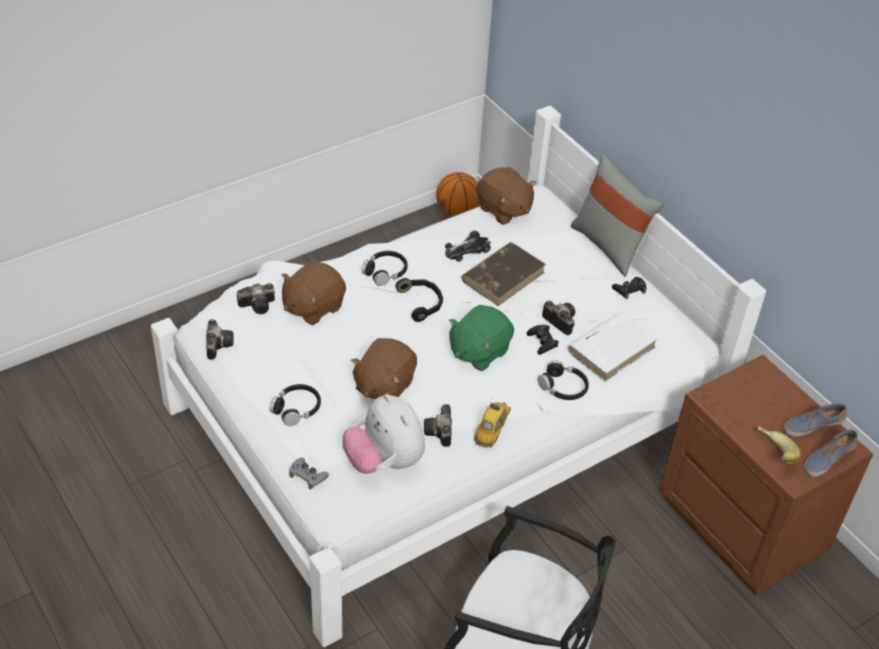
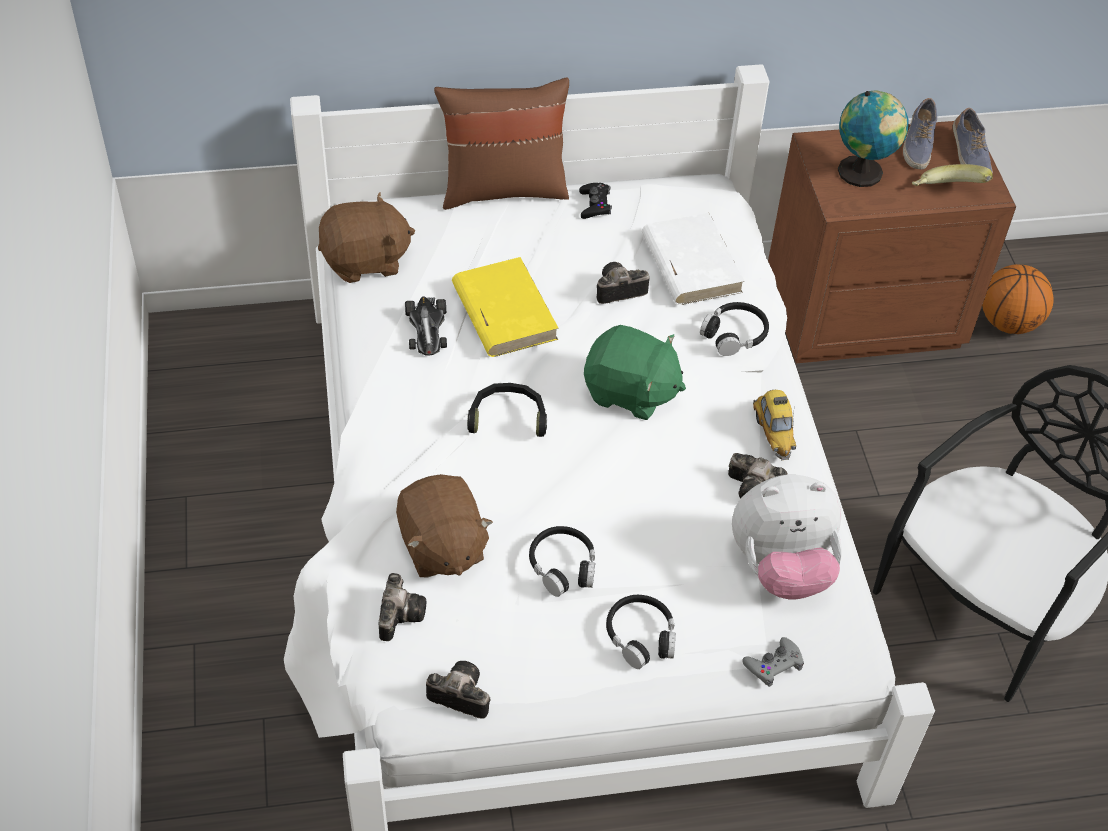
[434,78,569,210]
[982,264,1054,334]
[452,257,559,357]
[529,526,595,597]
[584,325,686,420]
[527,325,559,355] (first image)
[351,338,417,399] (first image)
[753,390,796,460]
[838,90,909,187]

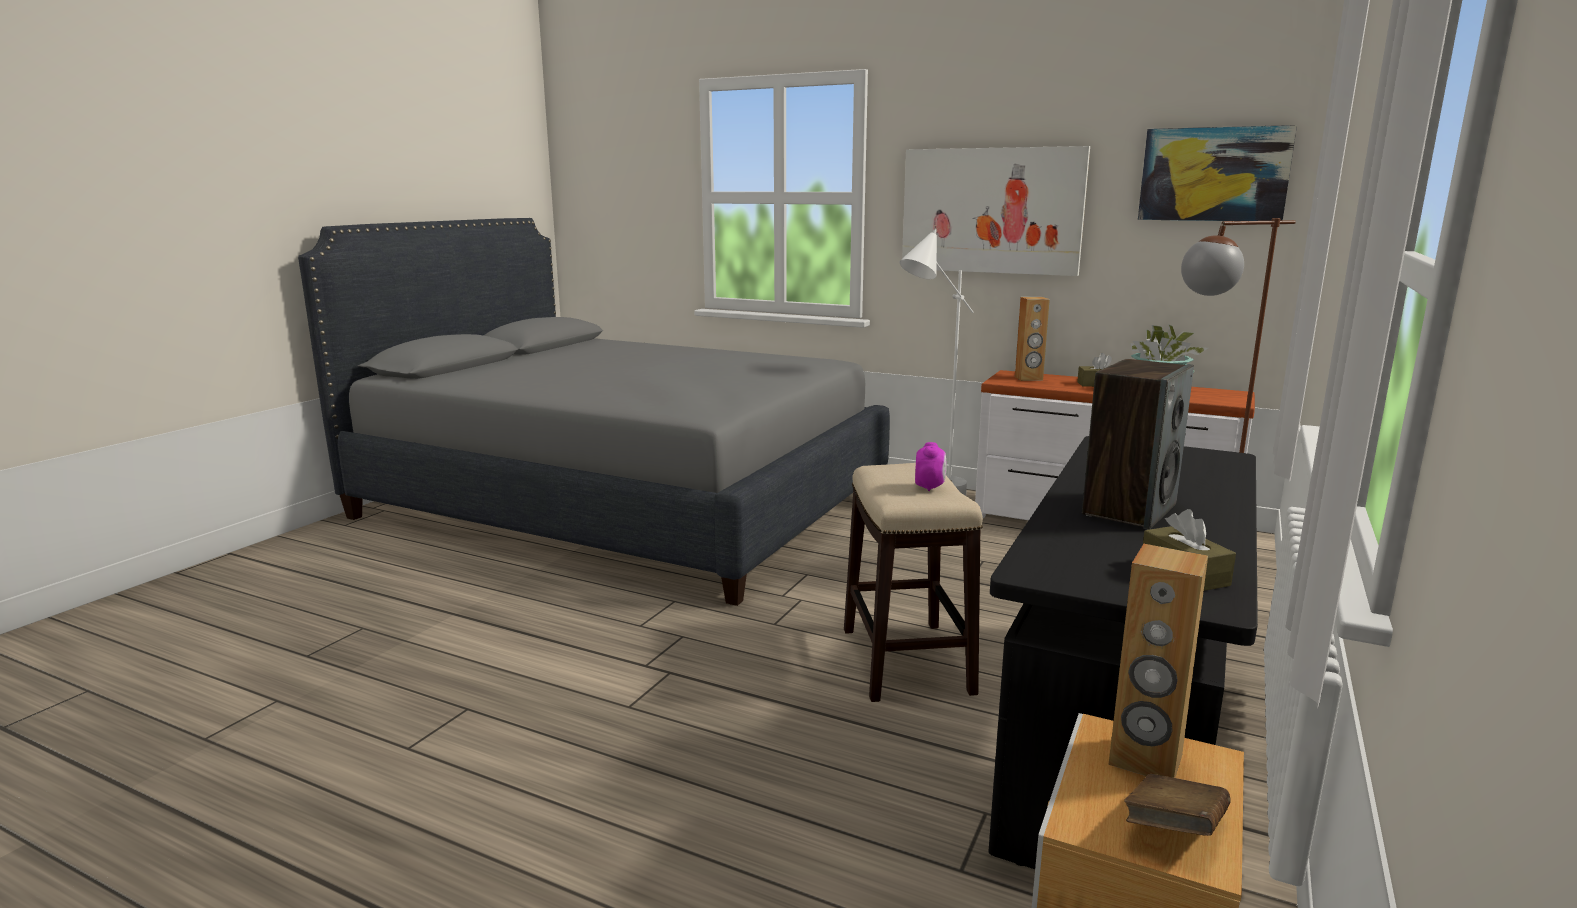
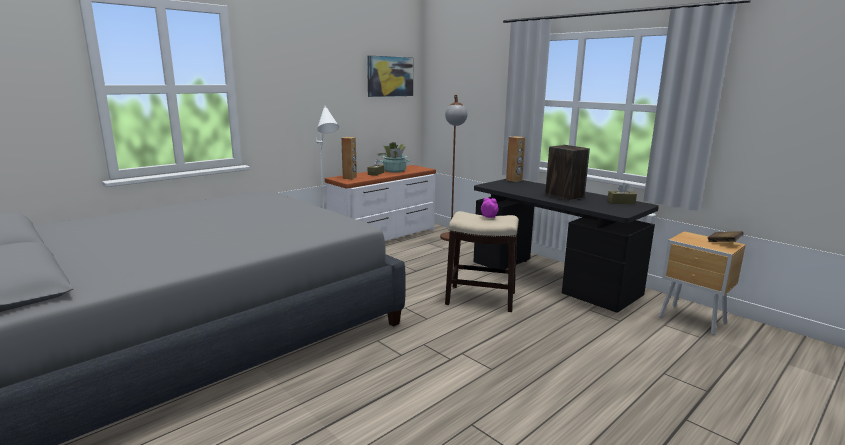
[902,146,1090,276] (first image)
[506,136,525,182]

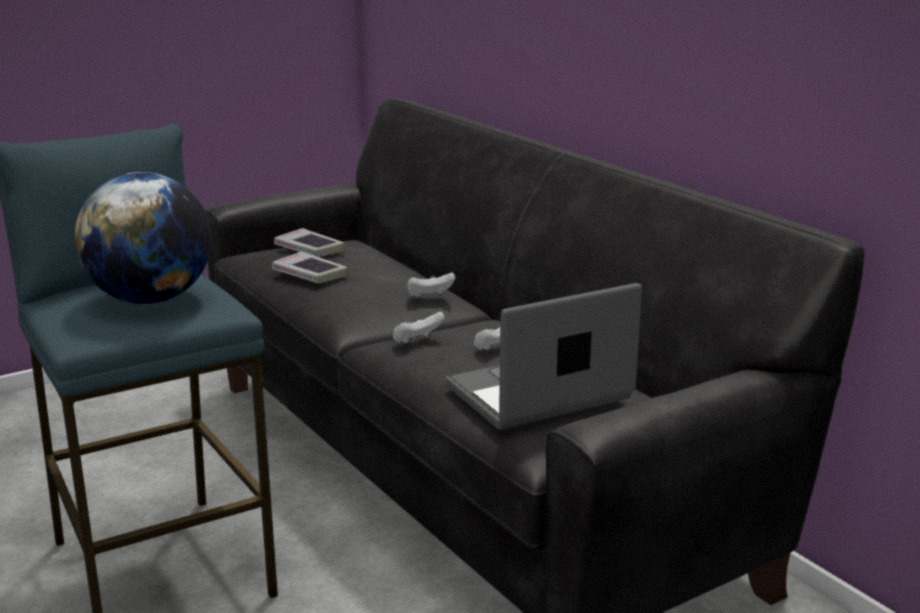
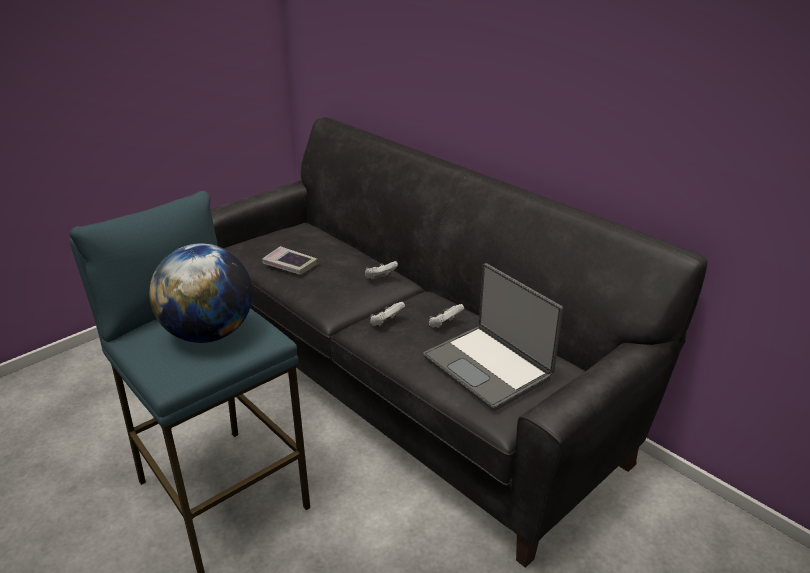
[274,228,345,257] (first image)
[423,263,563,411]

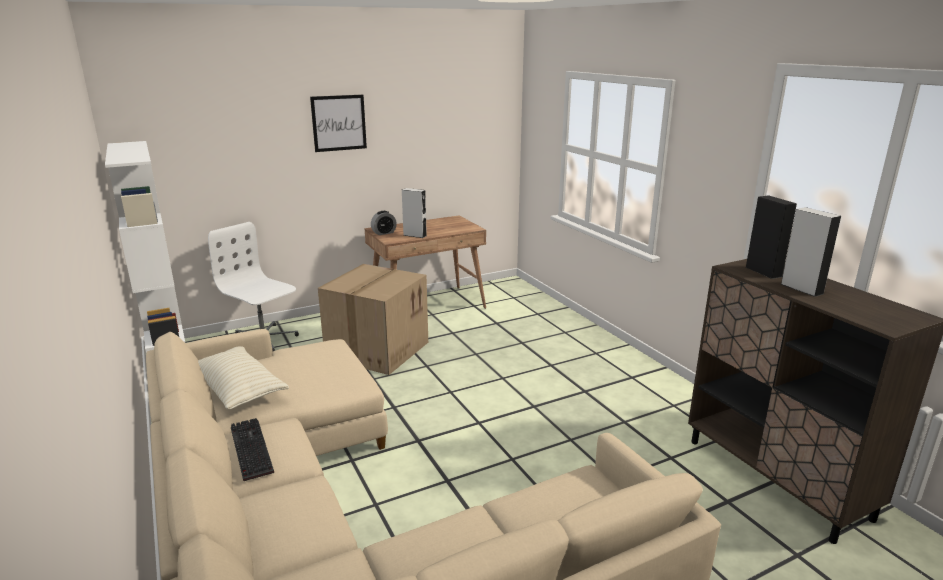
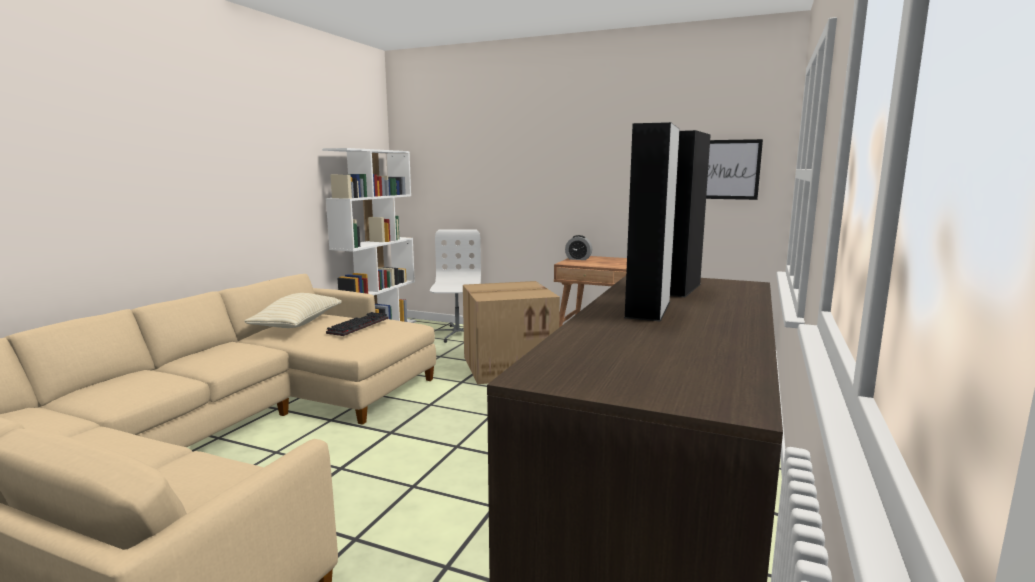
[706,139,763,200]
[402,188,427,238] (first image)
[326,312,388,336]

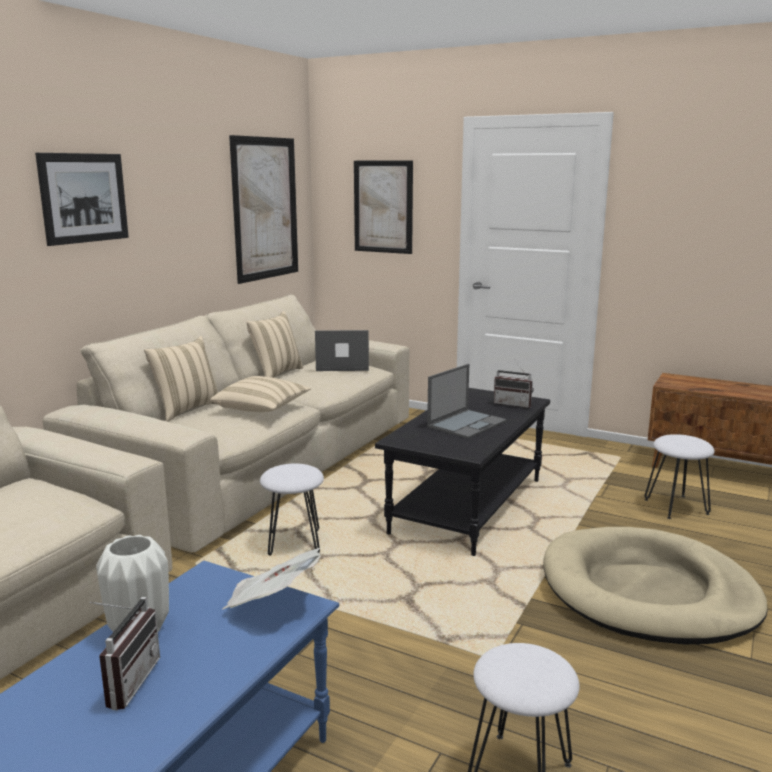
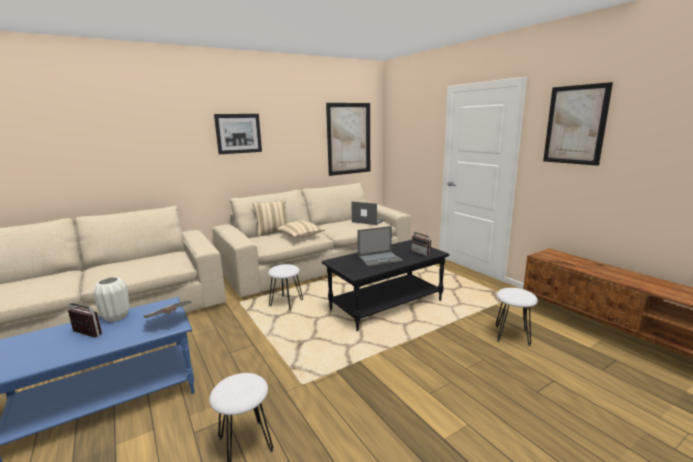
[543,82,613,166]
[246,311,303,378] (first image)
[543,527,768,645] (first image)
[67,302,102,338]

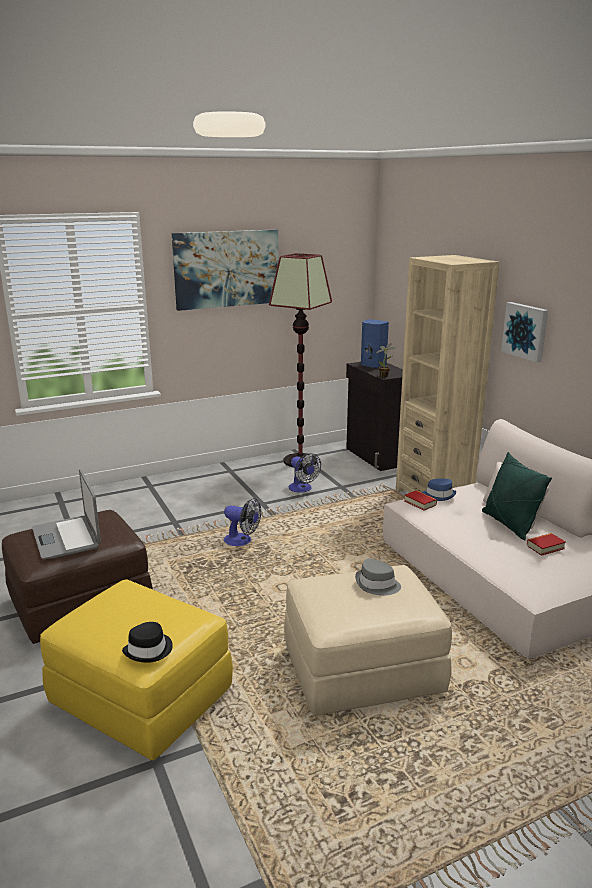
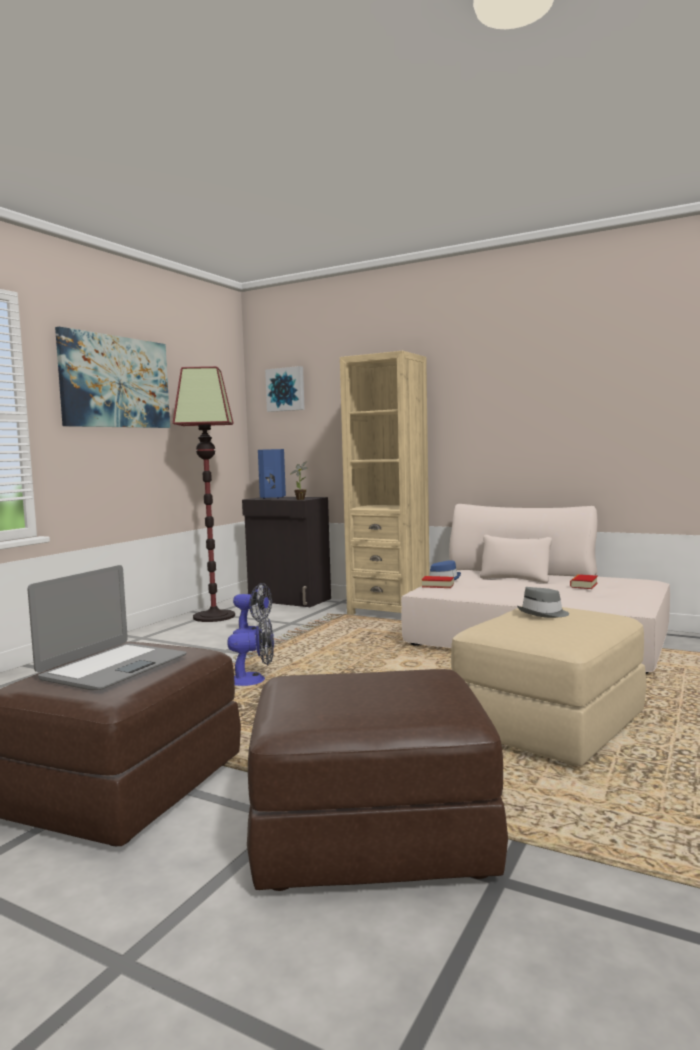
[265,366,305,412]
[482,452,552,540] (first image)
[28,565,187,690]
[247,669,508,891]
[122,622,173,663] (first image)

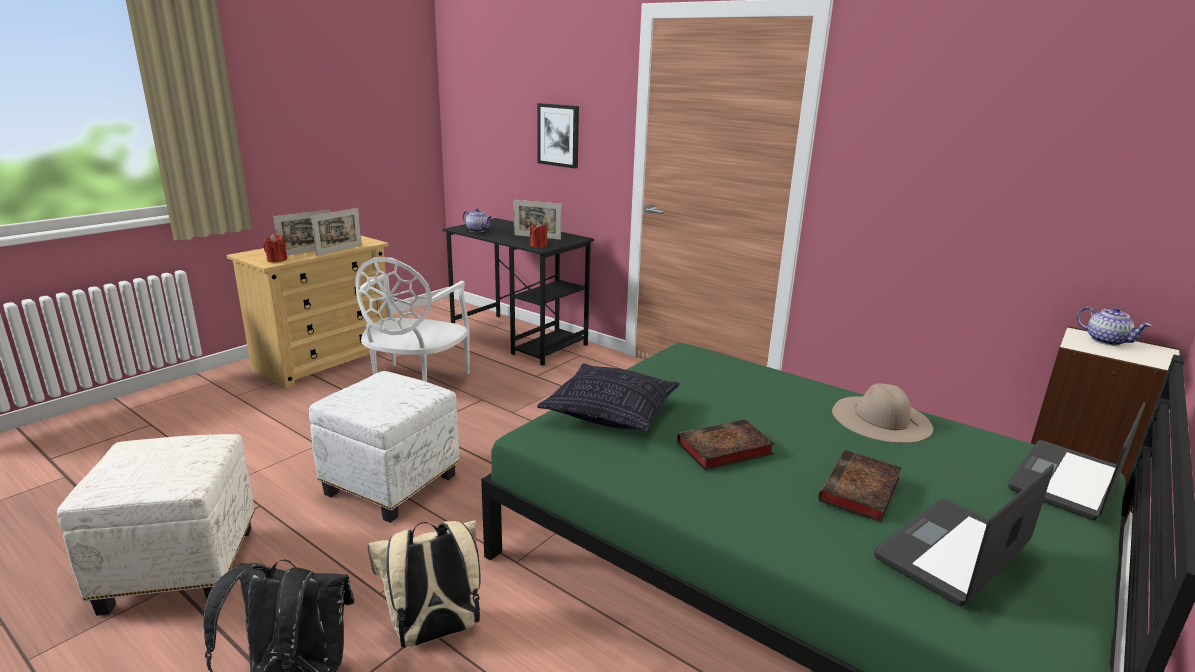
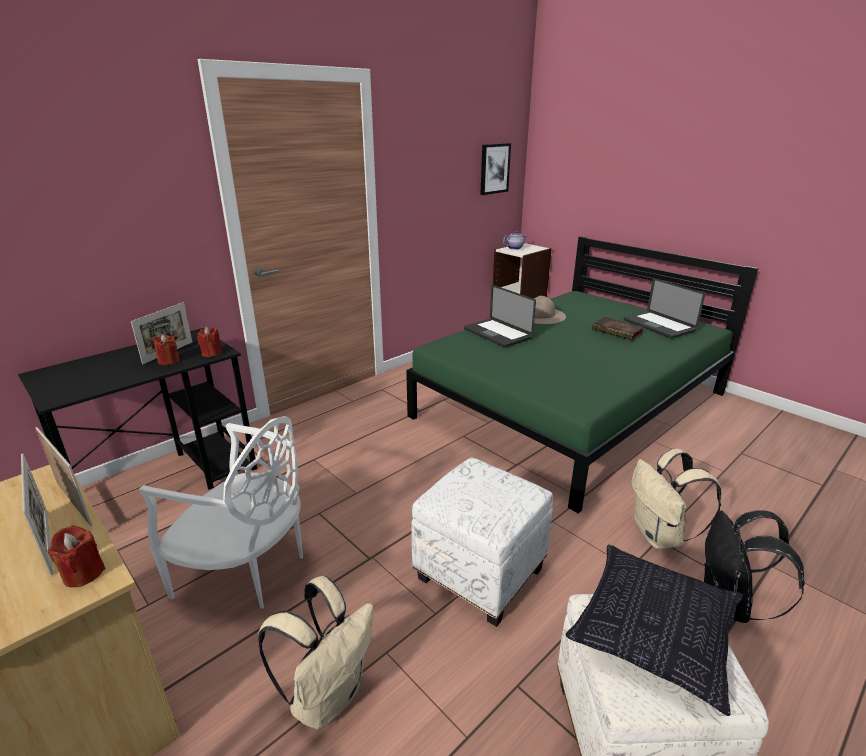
[480,143,511,195]
[463,208,492,232] (first image)
[566,545,743,716]
[464,285,536,347]
[677,419,775,470] (first image)
[153,334,180,365]
[258,576,374,730]

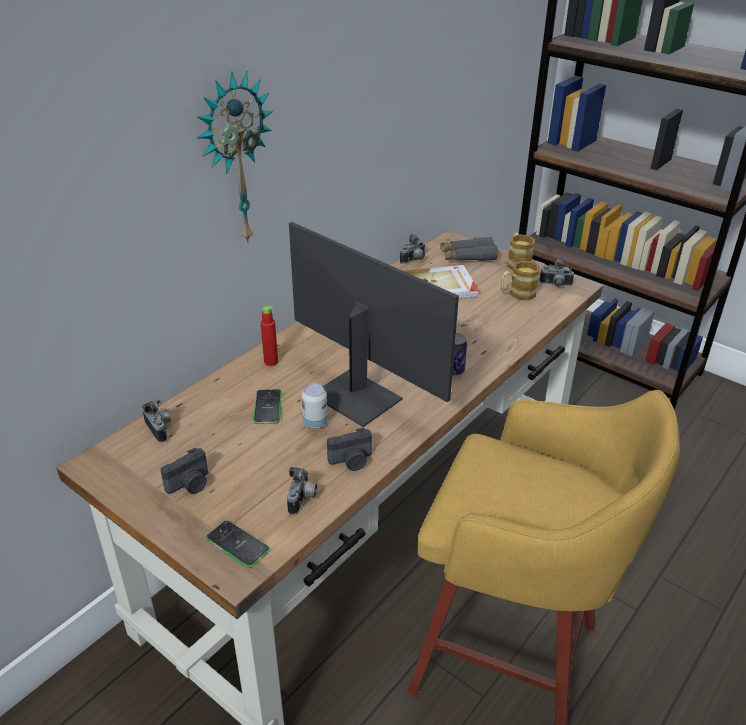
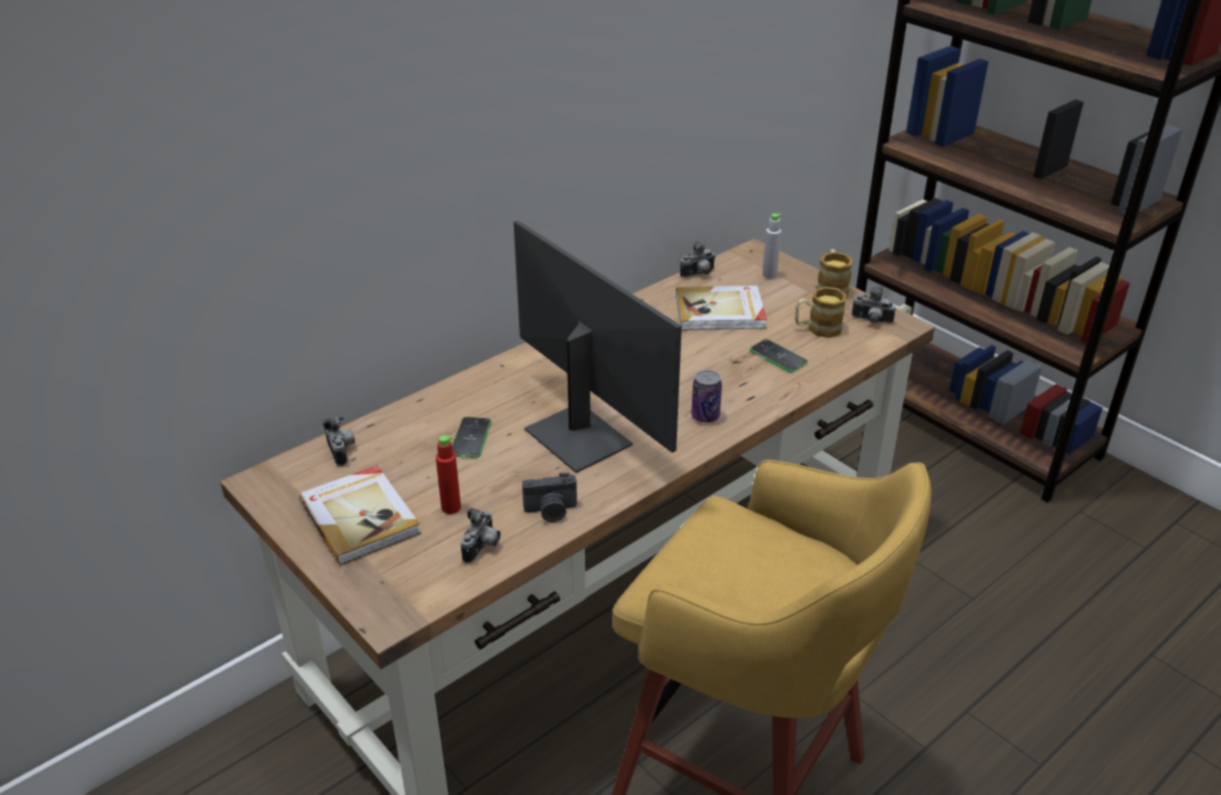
[197,71,273,244] (first image)
[762,213,782,279]
[436,435,461,514]
[302,383,328,428] (first image)
[299,465,421,565]
[750,339,808,373]

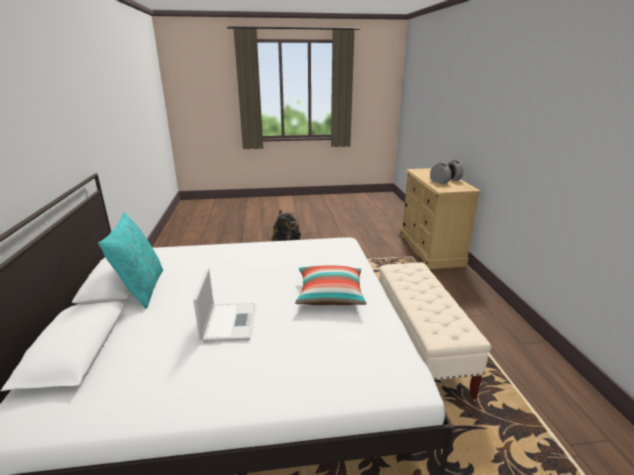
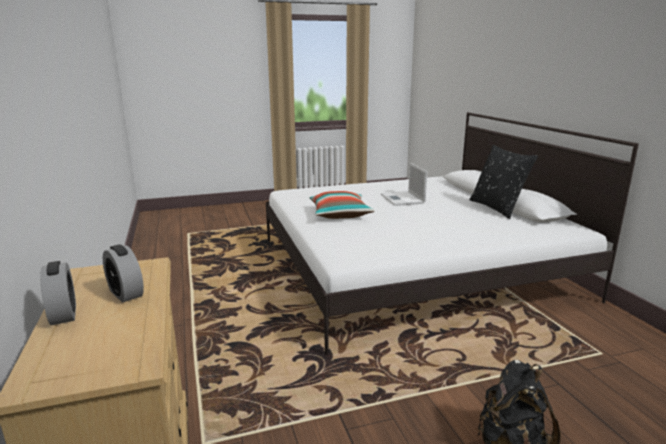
[469,145,538,219]
[379,263,492,399] (first image)

